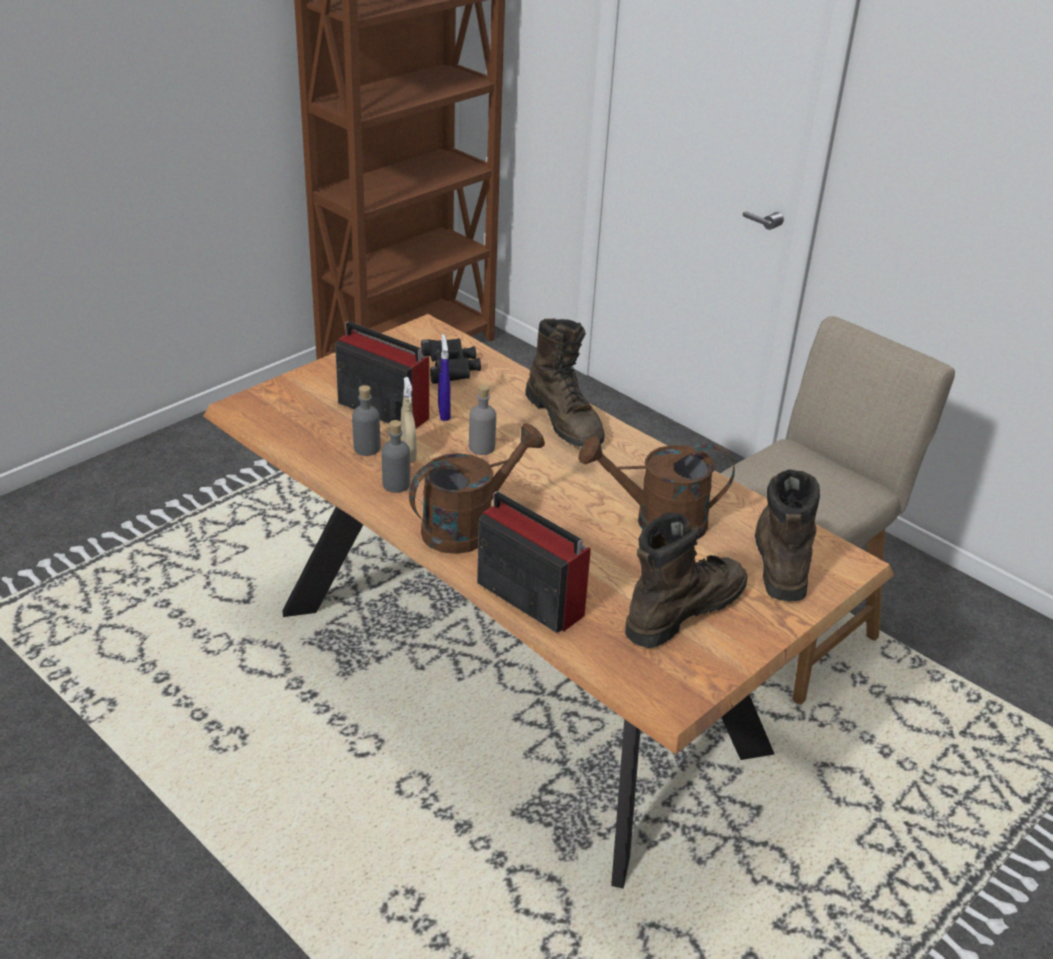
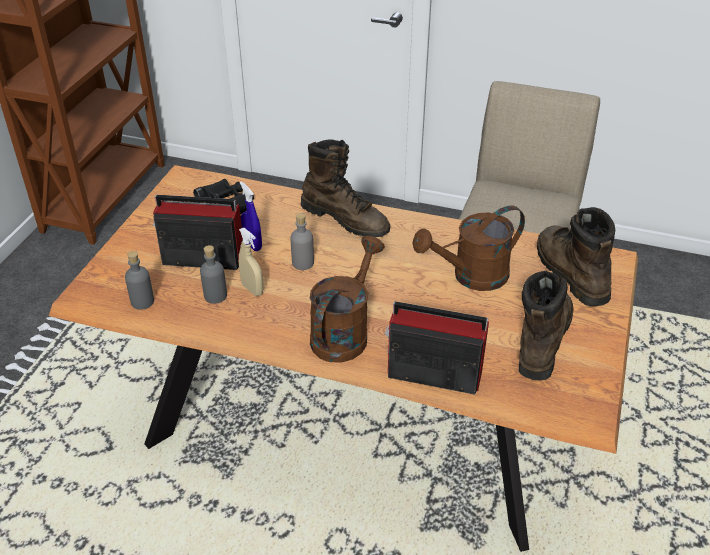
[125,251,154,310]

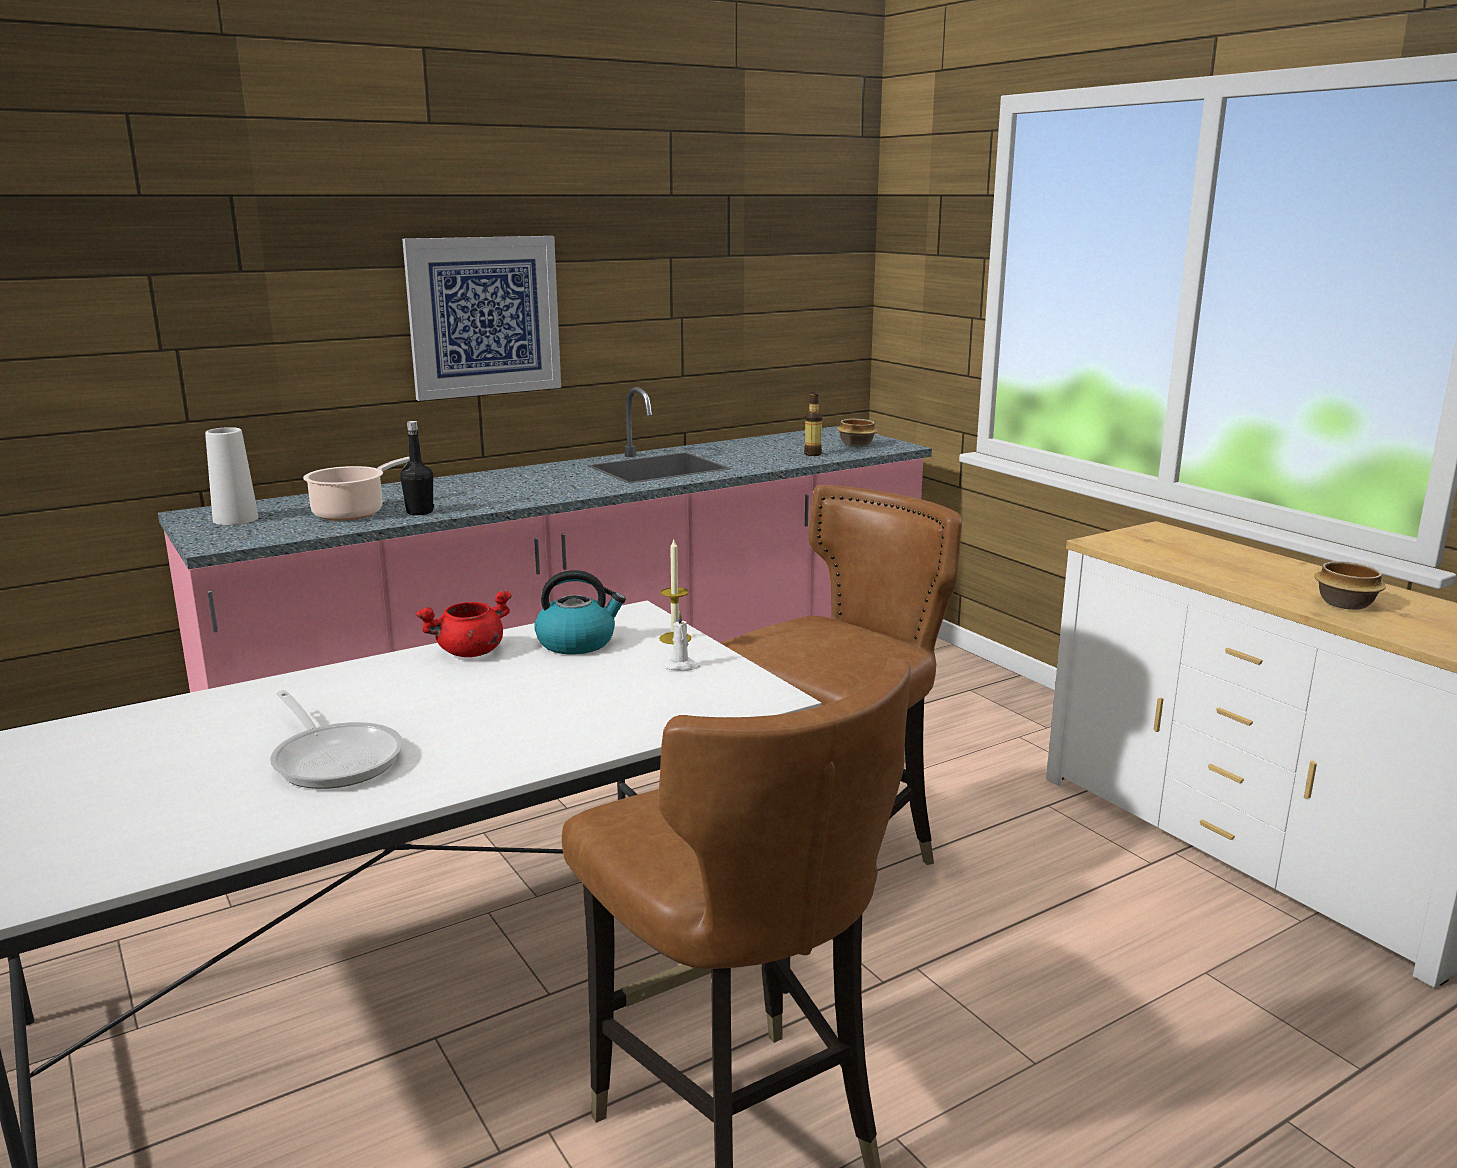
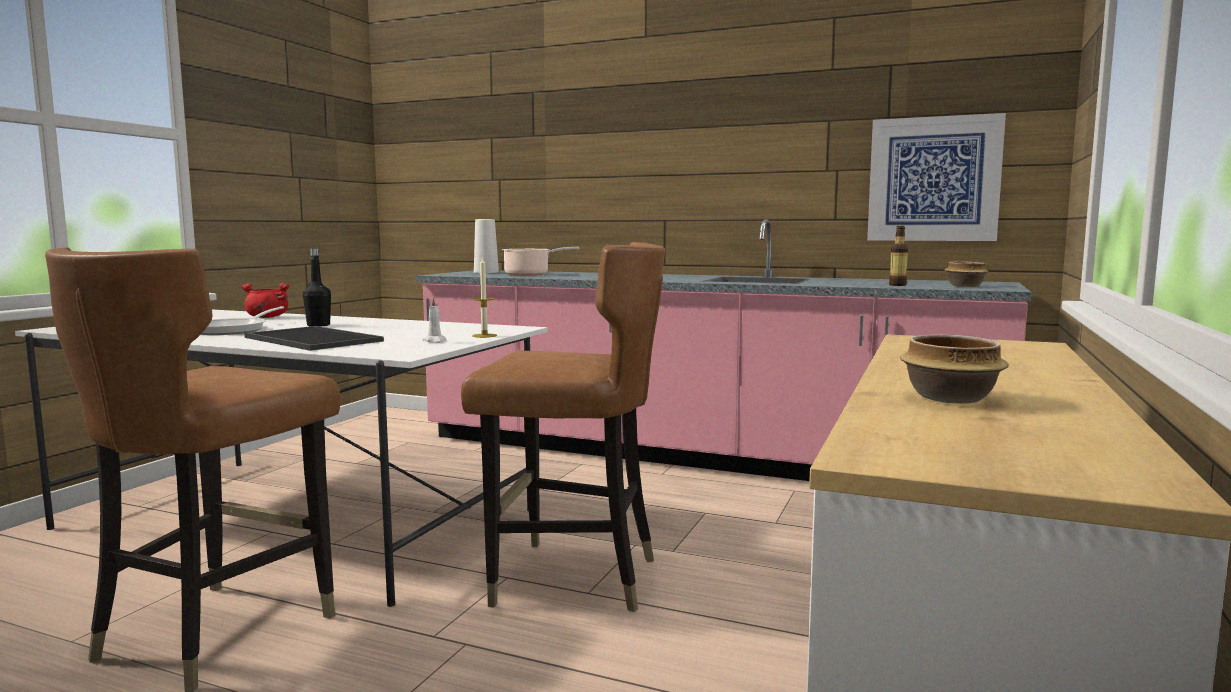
[867,113,1006,241]
[303,248,331,327]
[534,570,626,654] (first image)
[241,283,290,318]
[244,326,384,351]

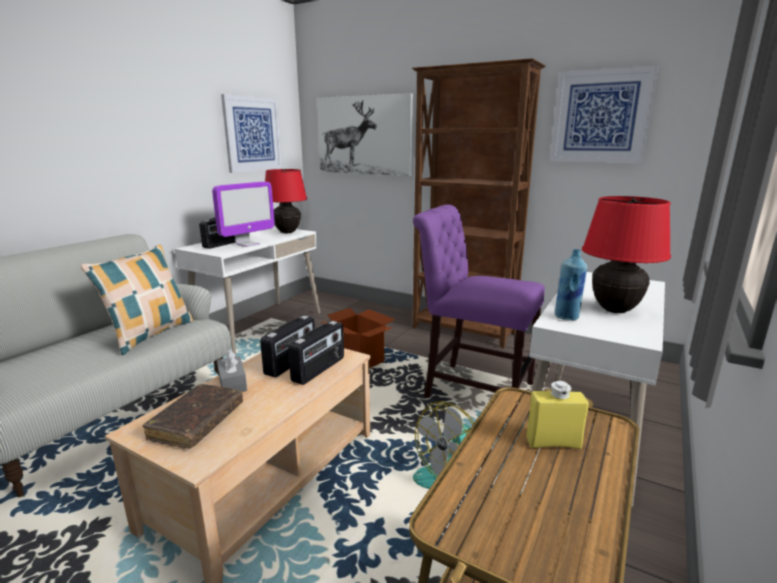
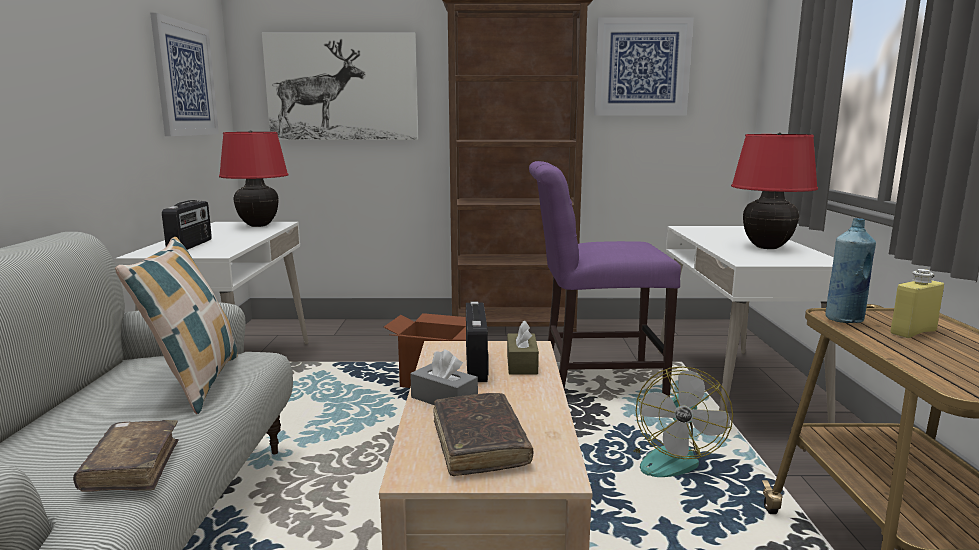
[212,182,275,247] (first image)
[825,218,876,323]
[507,321,539,374]
[73,420,178,492]

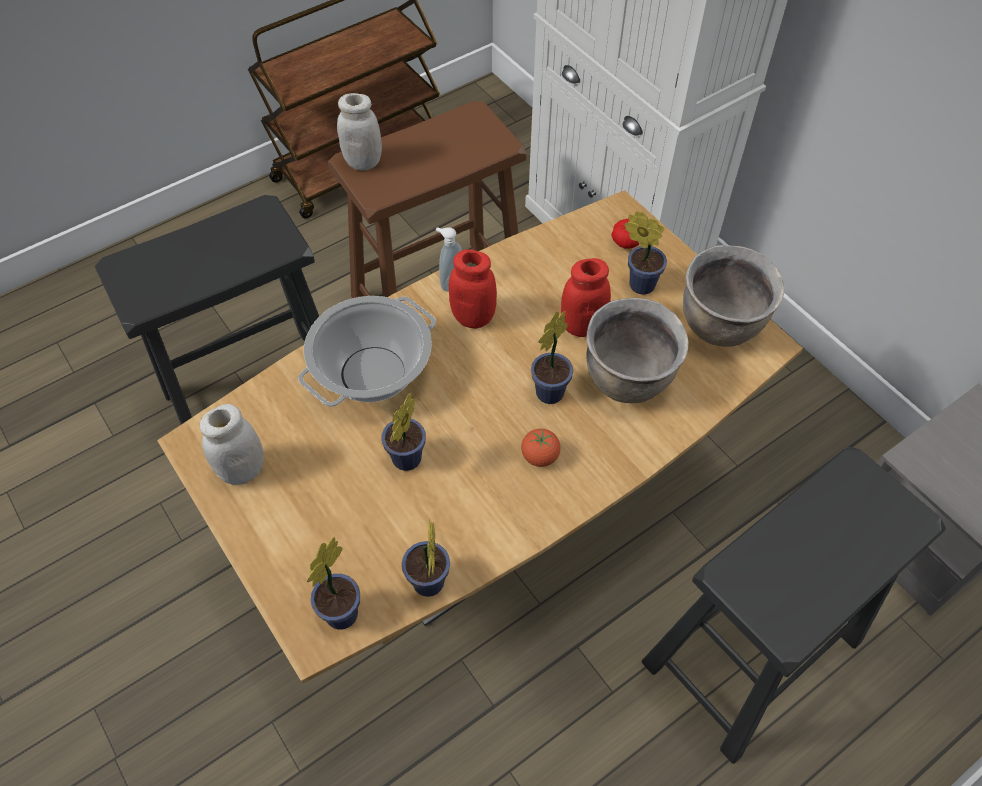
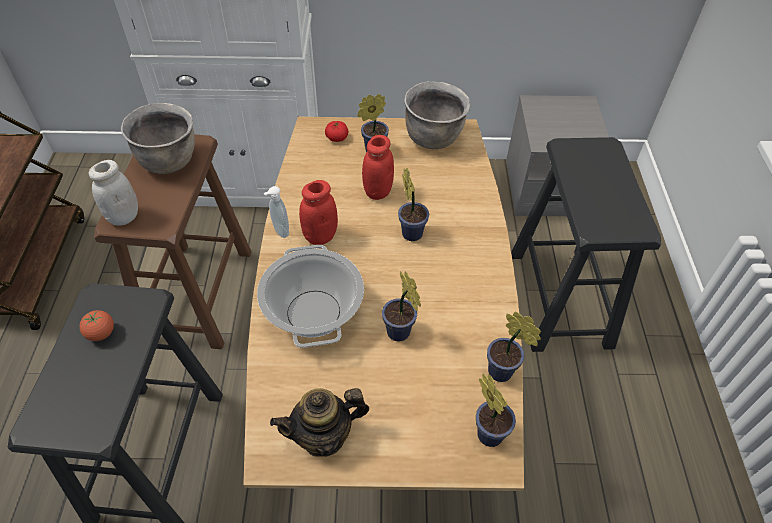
[120,103,195,174]
[270,388,369,457]
[79,310,114,341]

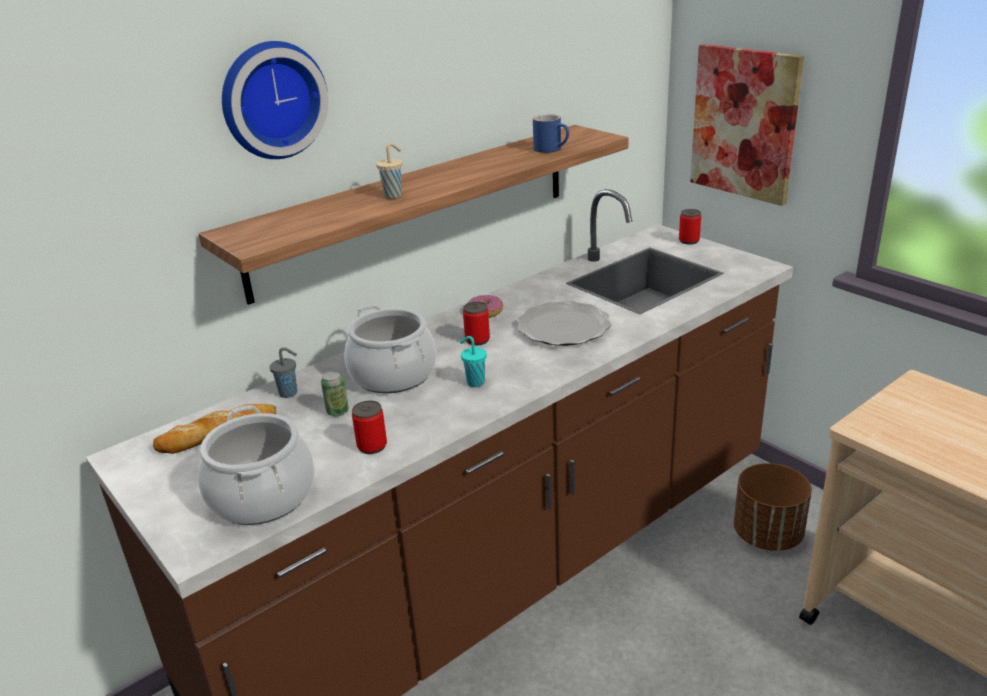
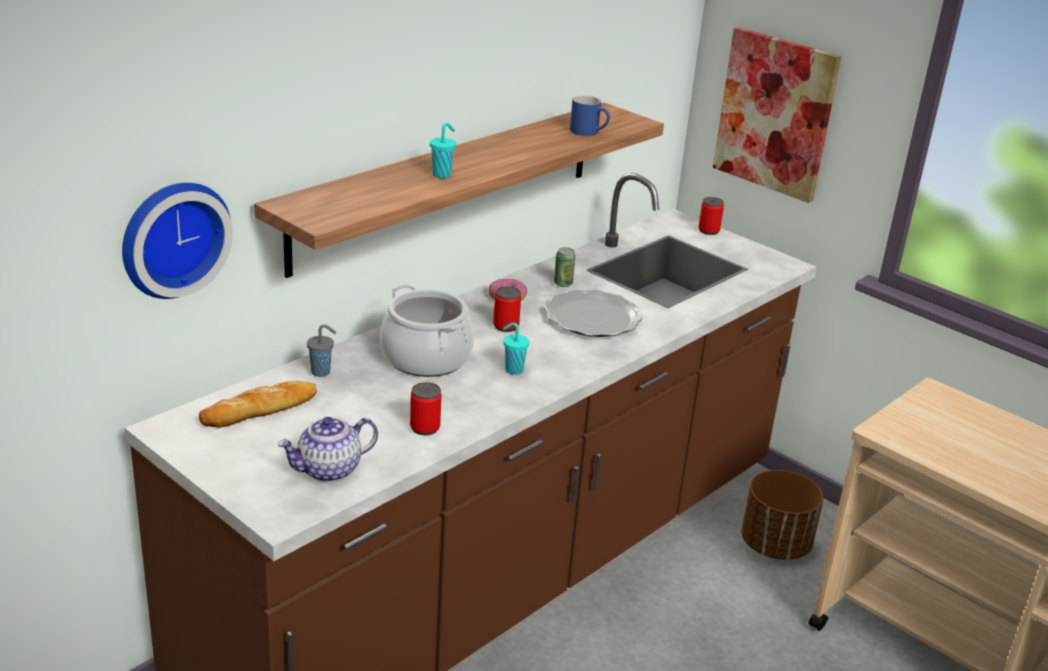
[122,183,233,299]
[430,123,456,178]
[554,247,576,287]
[278,417,378,482]

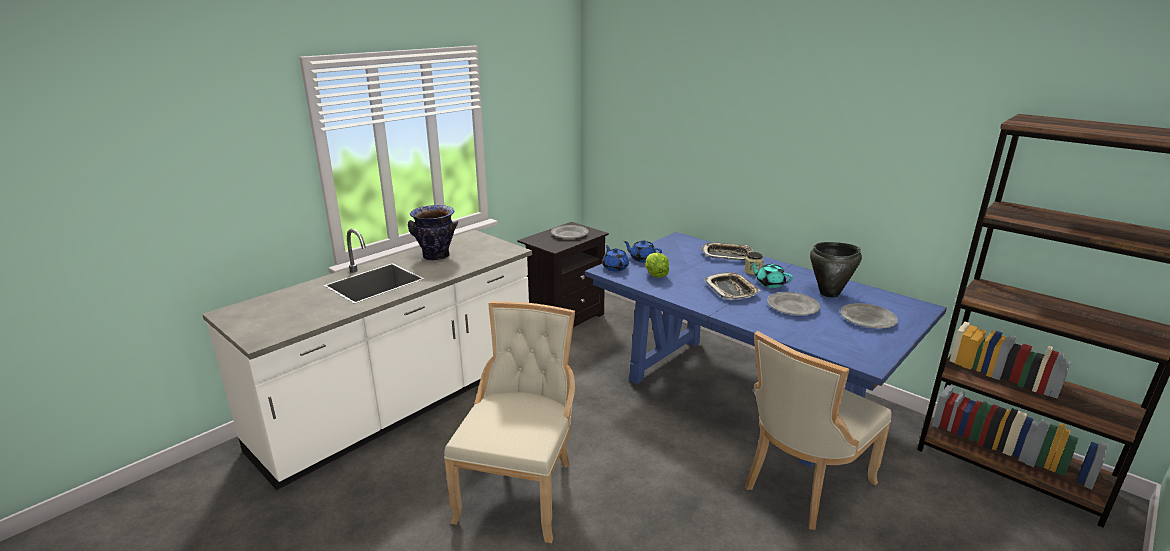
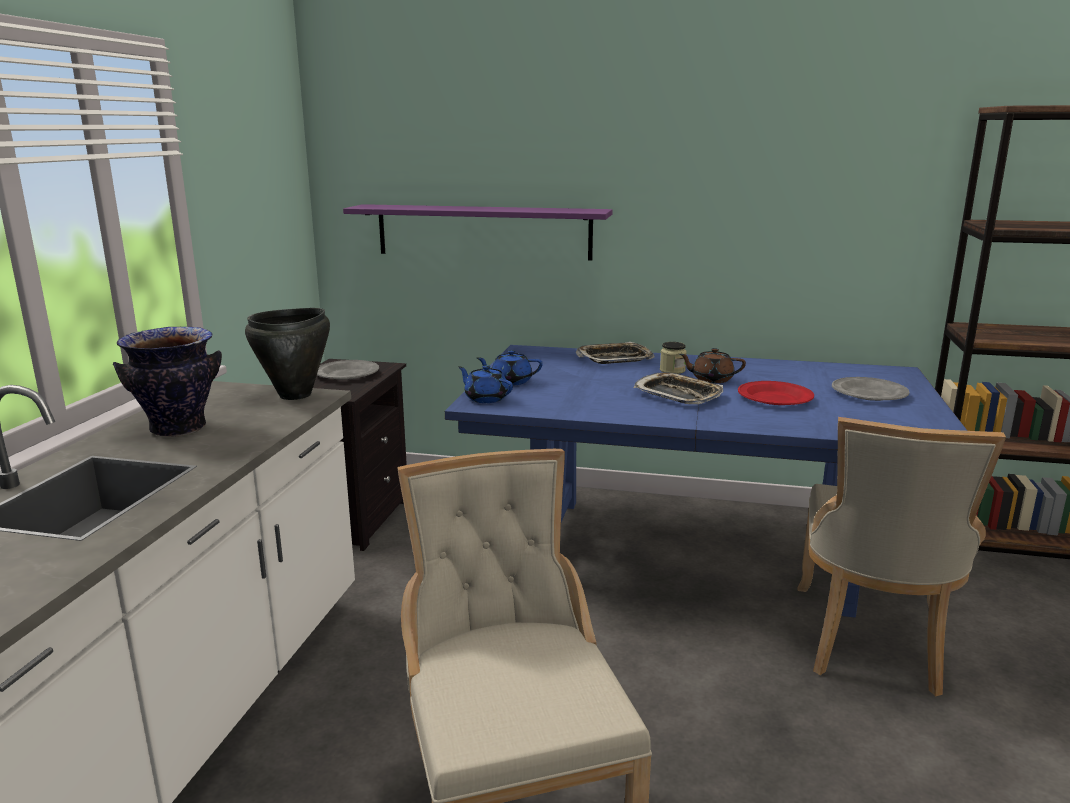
[245,308,330,400]
[645,253,669,278] (first image)
[679,348,746,383]
[738,381,814,405]
[343,204,612,261]

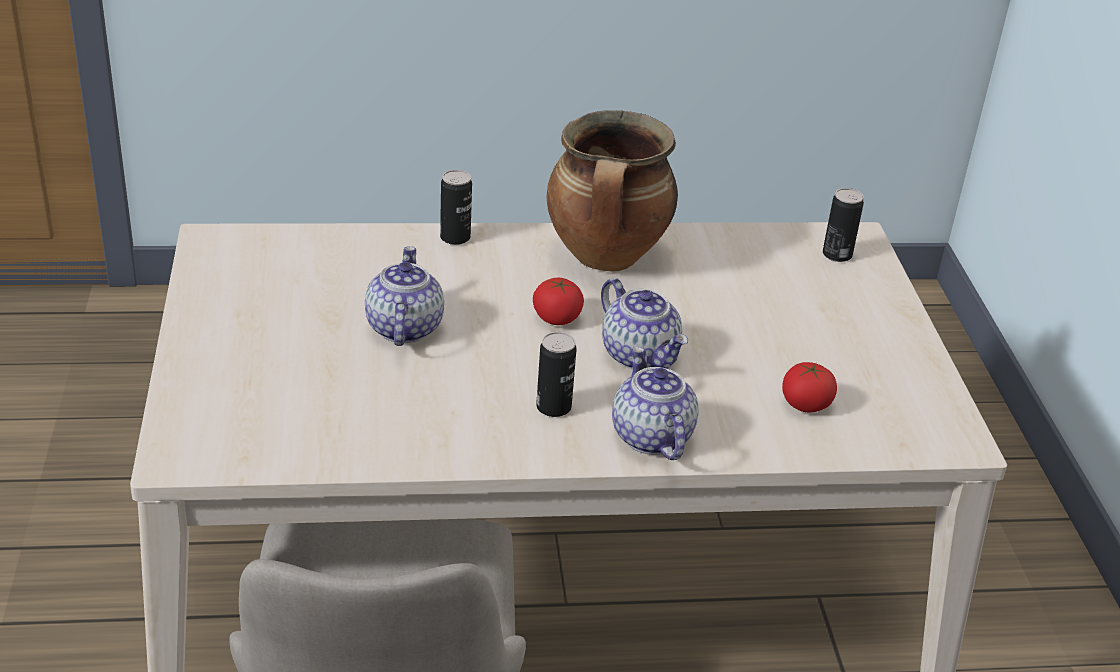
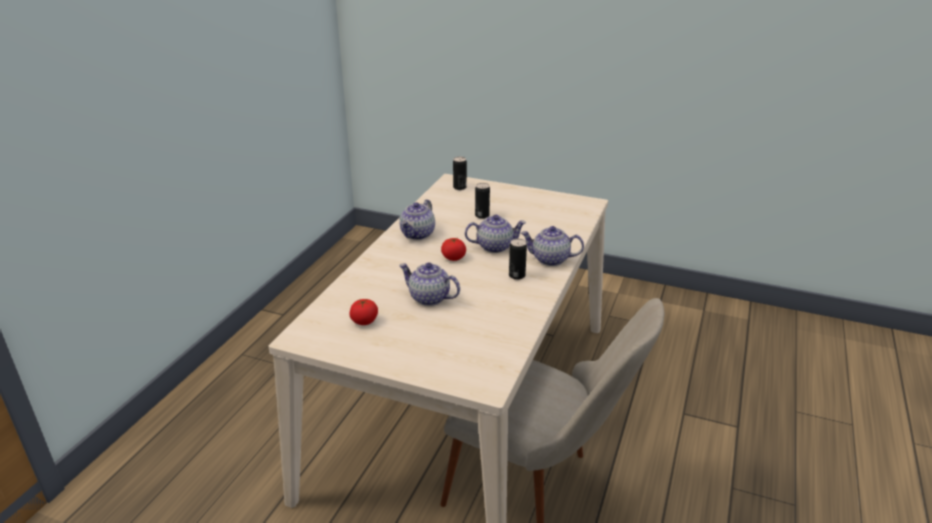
[399,199,435,240]
[475,183,490,219]
[350,299,378,325]

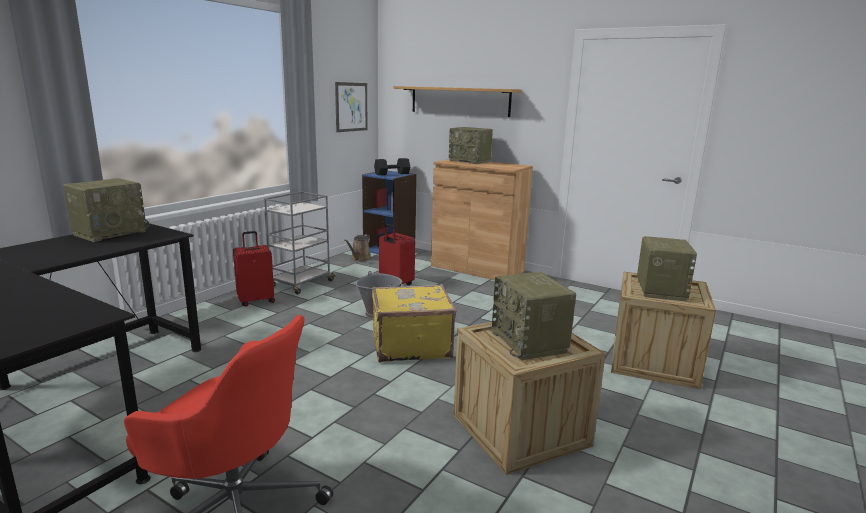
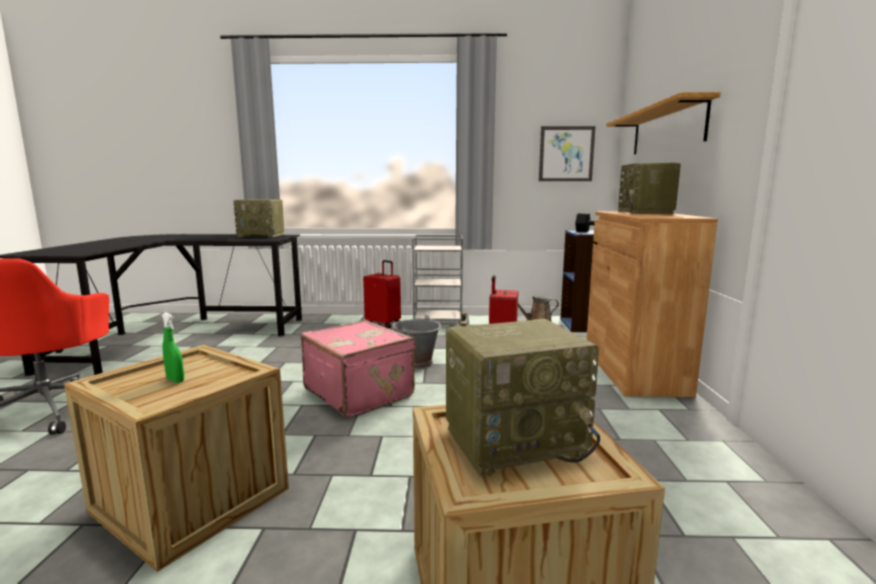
[162,313,184,383]
[301,320,416,418]

